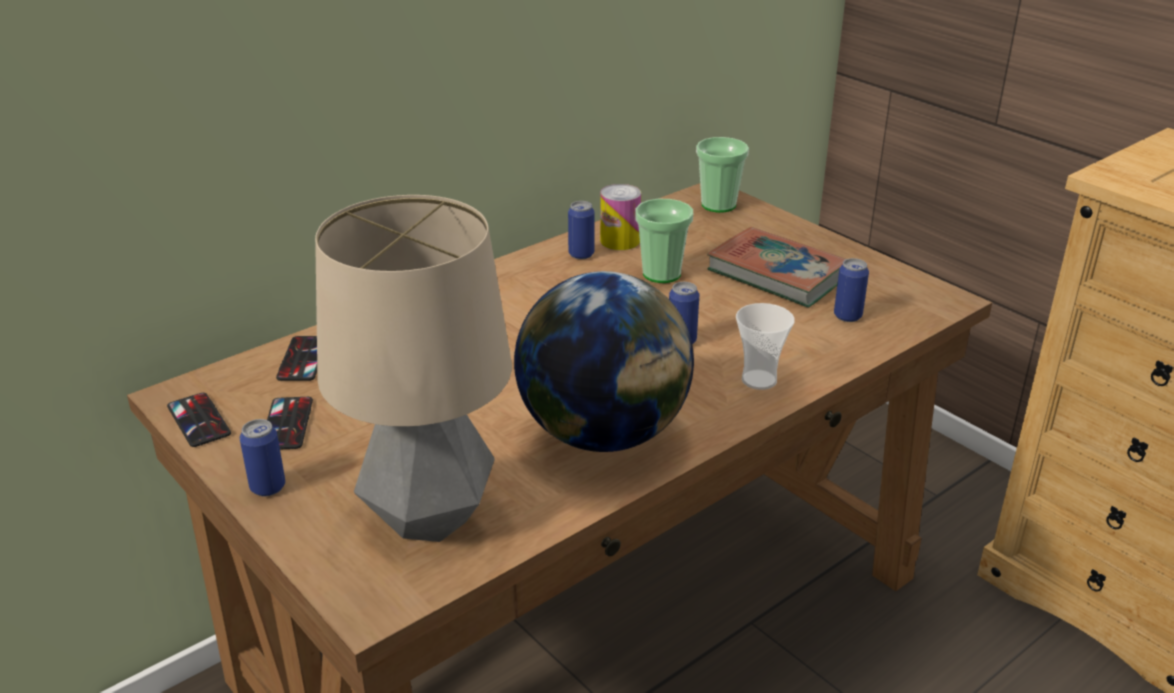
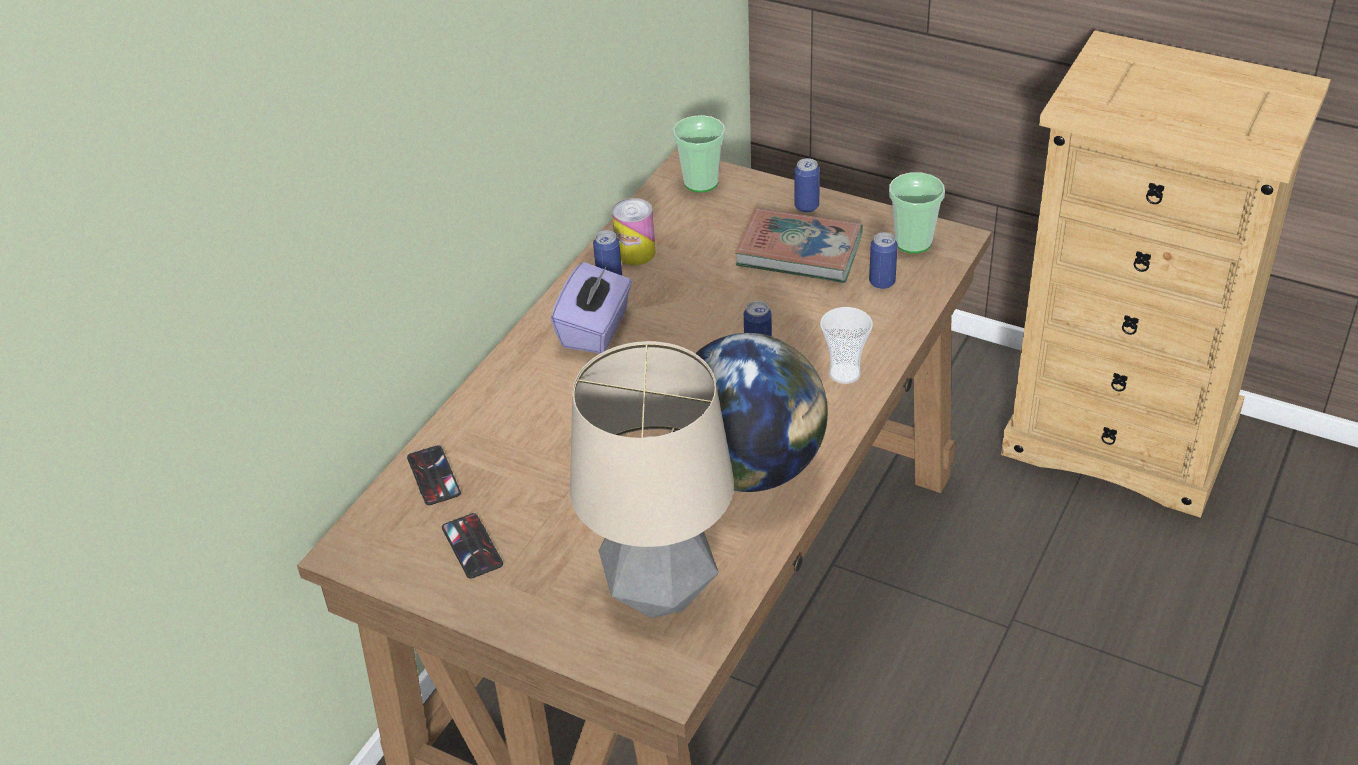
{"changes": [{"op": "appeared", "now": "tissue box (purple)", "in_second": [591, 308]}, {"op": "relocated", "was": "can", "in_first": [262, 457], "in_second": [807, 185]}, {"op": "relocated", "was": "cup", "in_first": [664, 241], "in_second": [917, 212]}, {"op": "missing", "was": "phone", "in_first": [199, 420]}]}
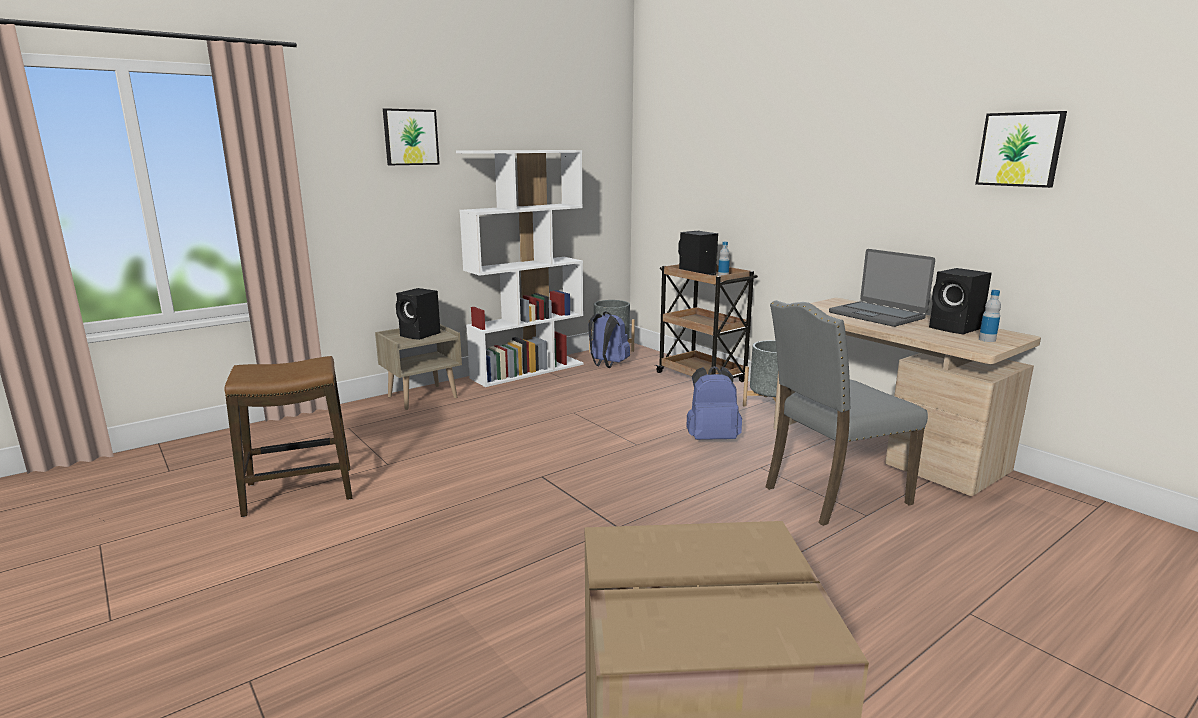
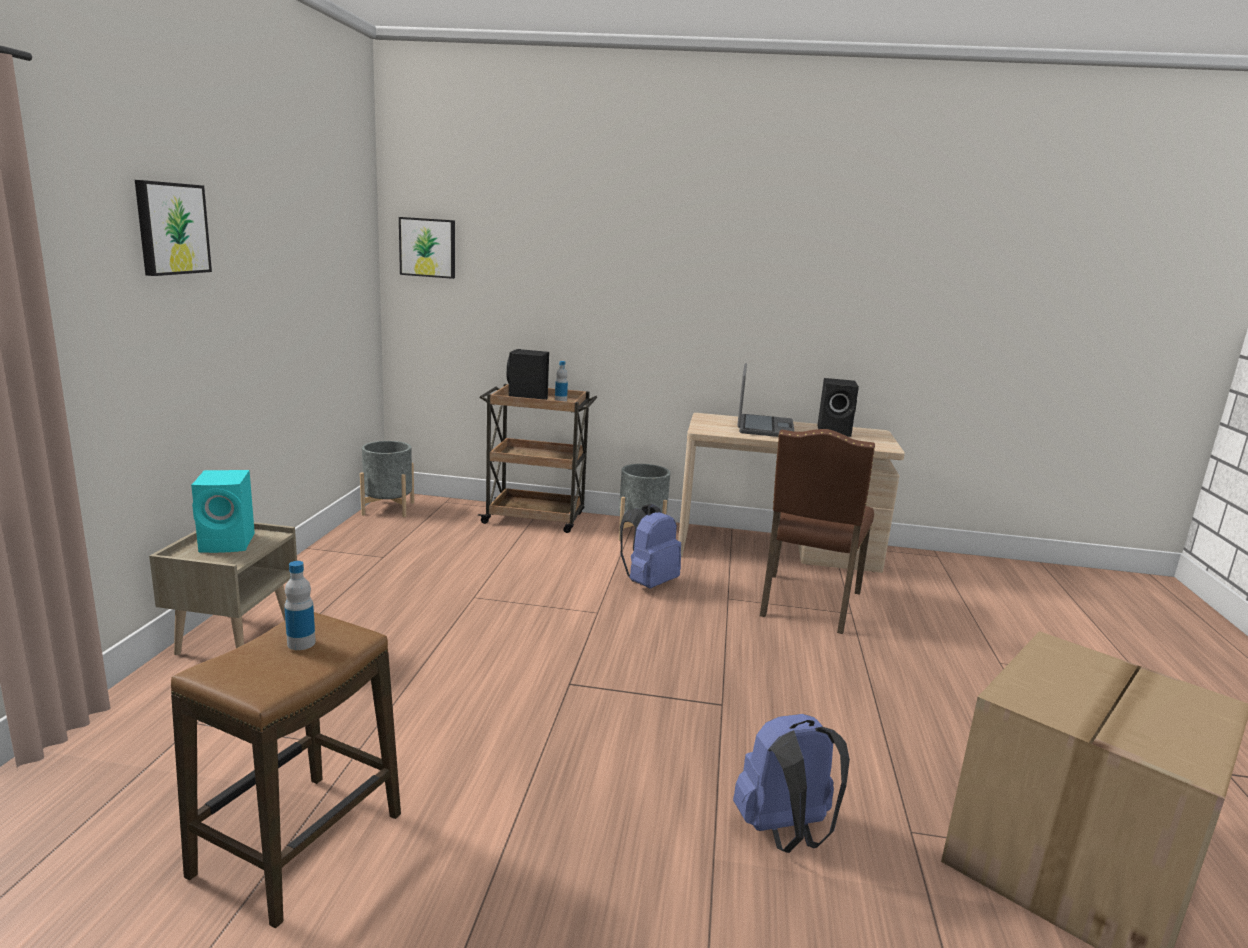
{"changes": [{"op": "colour", "was": "speaker (black)", "now": "speaker (turquoise)", "in_first": [418, 314], "in_second": [223, 511]}, {"op": "relocated", "was": "bottle", "in_first": [990, 316], "in_second": [300, 605]}, {"op": "relocated", "was": "picture", "in_first": [1021, 149], "in_second": [427, 248]}, {"op": "relocated", "was": "backpack (blue)", "in_first": [609, 339], "in_second": [791, 783]}, {"op": "spun", "was": "laptop", "in_first": [882, 288], "in_second": [766, 400], "clockwise": -90}, {"op": "colour", "was": "chair (grey)", "now": "chair (brown)", "in_first": [847, 413], "in_second": [817, 531]}, {"op": "missing", "was": "bookcase (white)", "in_first": [520, 268]}]}
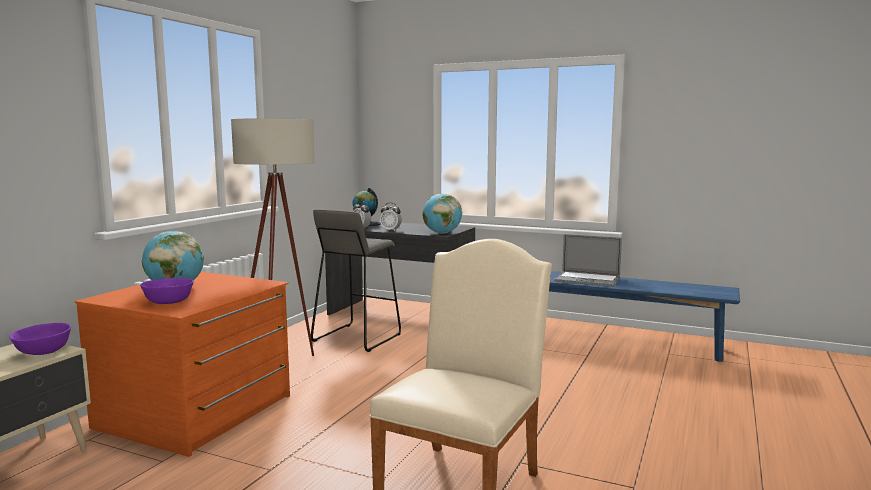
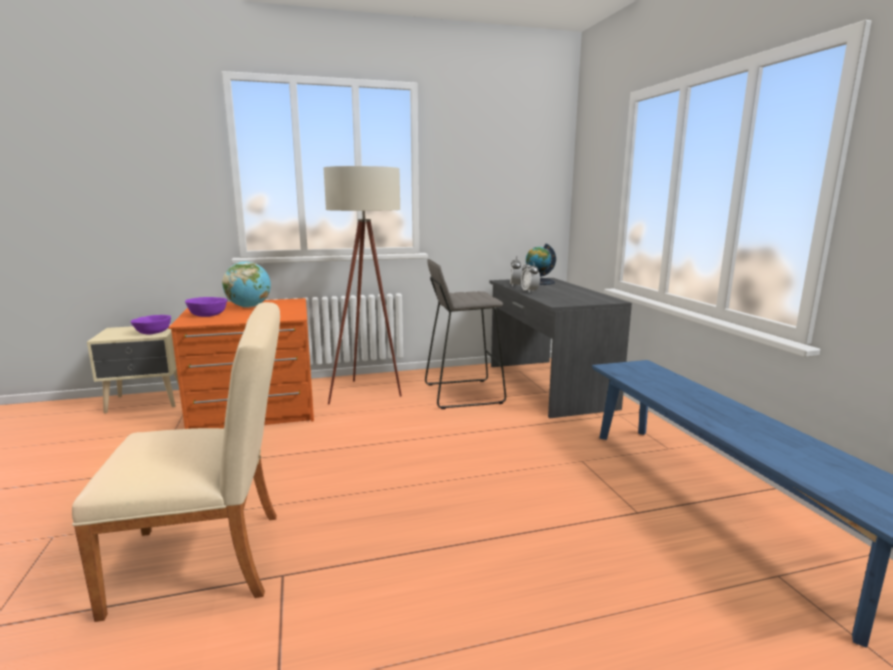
{"changes": [{"op": "missing", "was": "globe", "in_first": [442, 214]}, {"op": "missing", "was": "laptop", "in_first": [588, 260]}]}
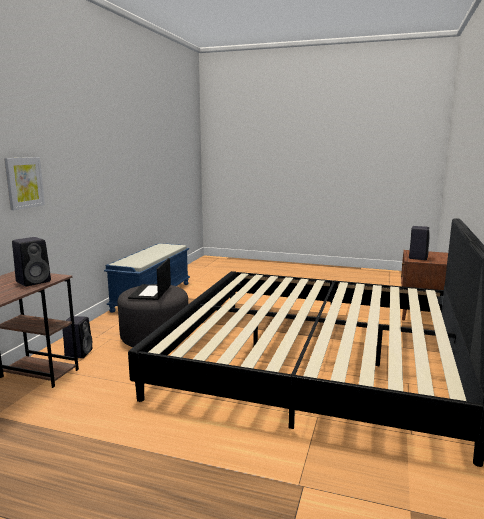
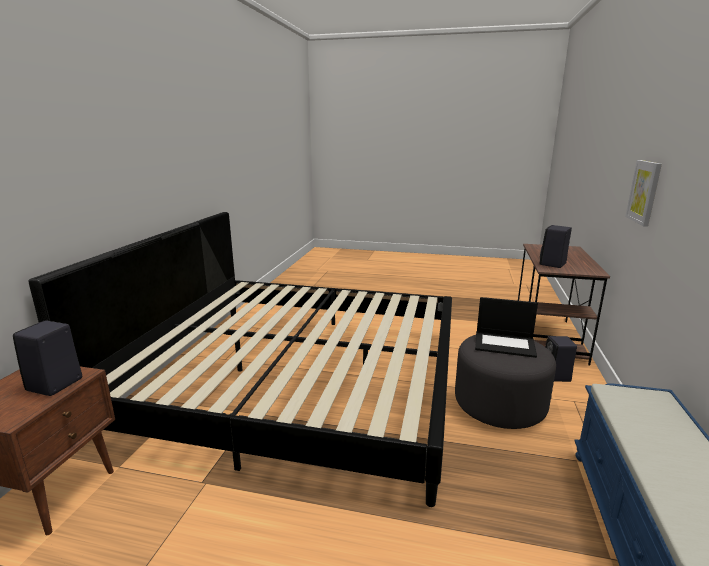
{"changes": [{"op": "spun", "was": "laptop", "in_first": [149, 279], "in_second": [506, 327], "clockwise": 105}]}
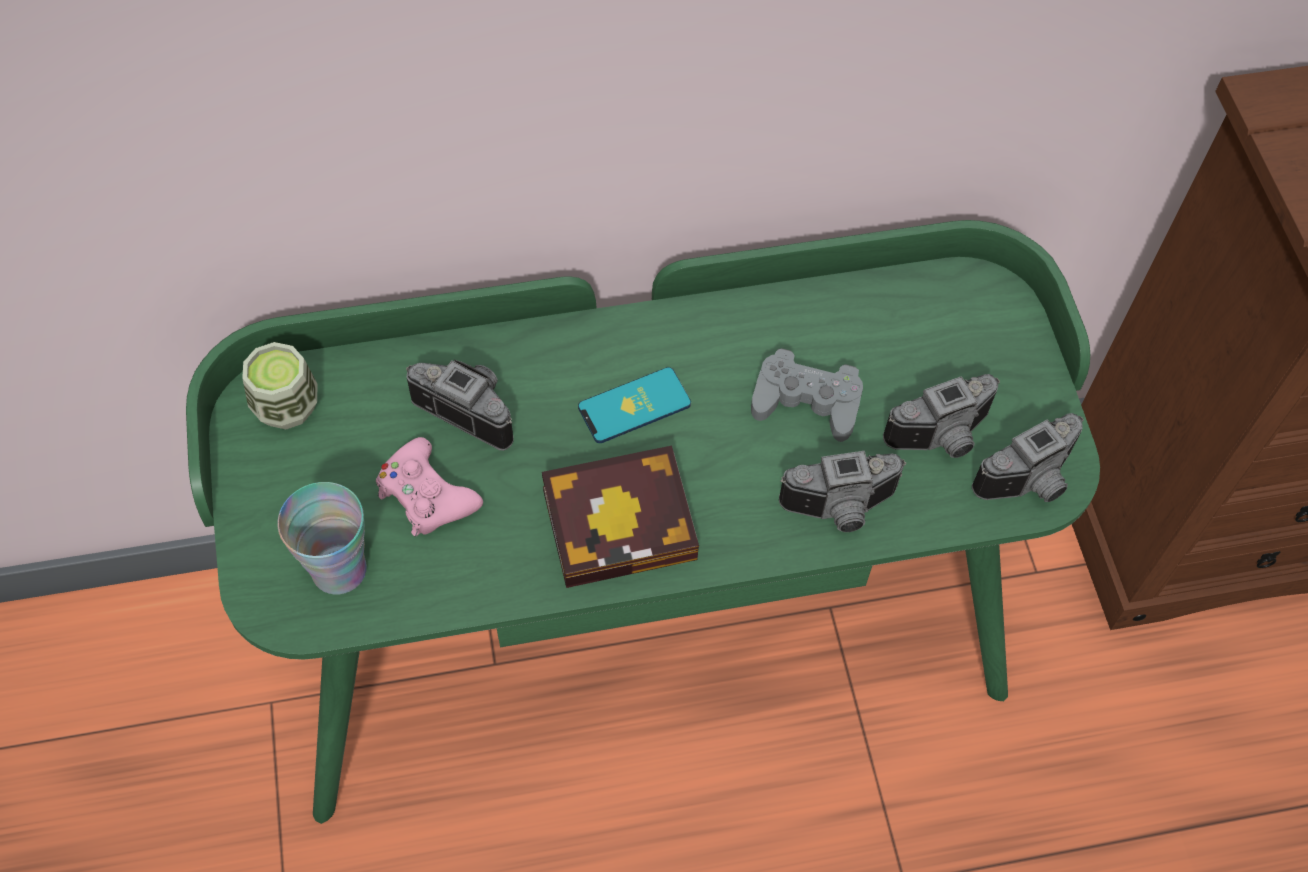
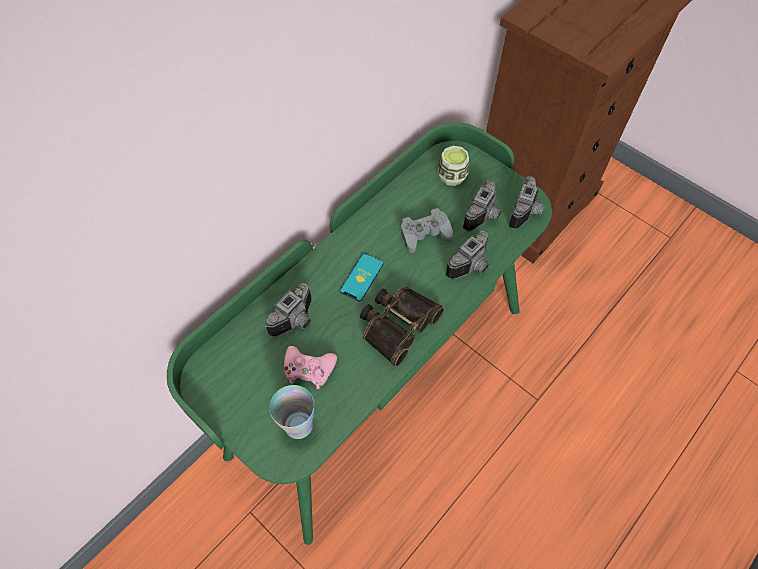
{"changes": [{"op": "spun", "was": "photo camera", "in_first": [459, 405], "in_second": [288, 310], "clockwise": 135}, {"op": "exchanged", "was": "book", "now": "binoculars", "in_first": [620, 517], "in_second": [402, 327]}, {"op": "relocated", "was": "cup", "in_first": [280, 385], "in_second": [453, 166]}]}
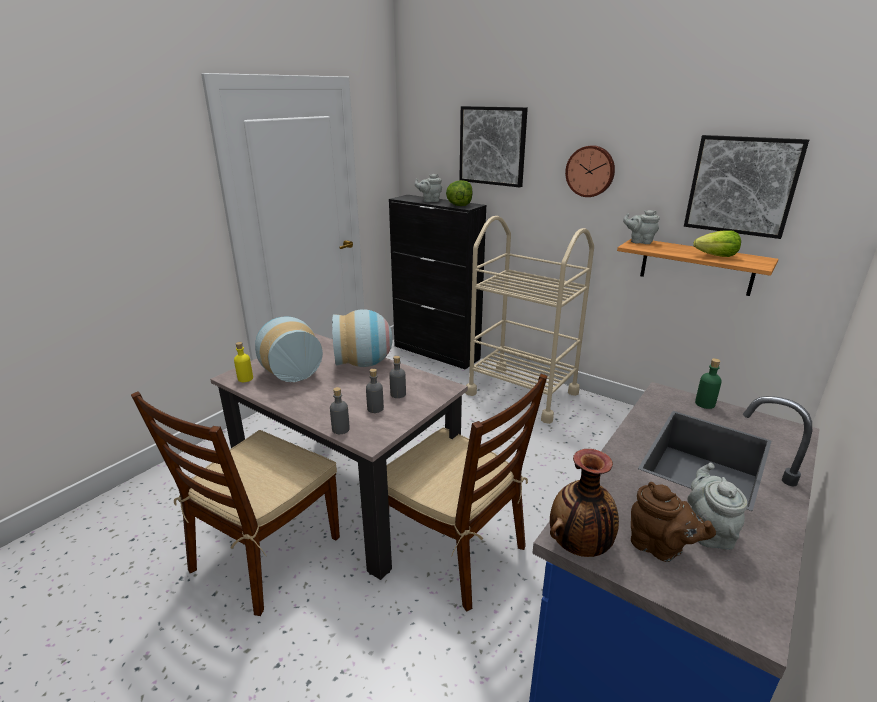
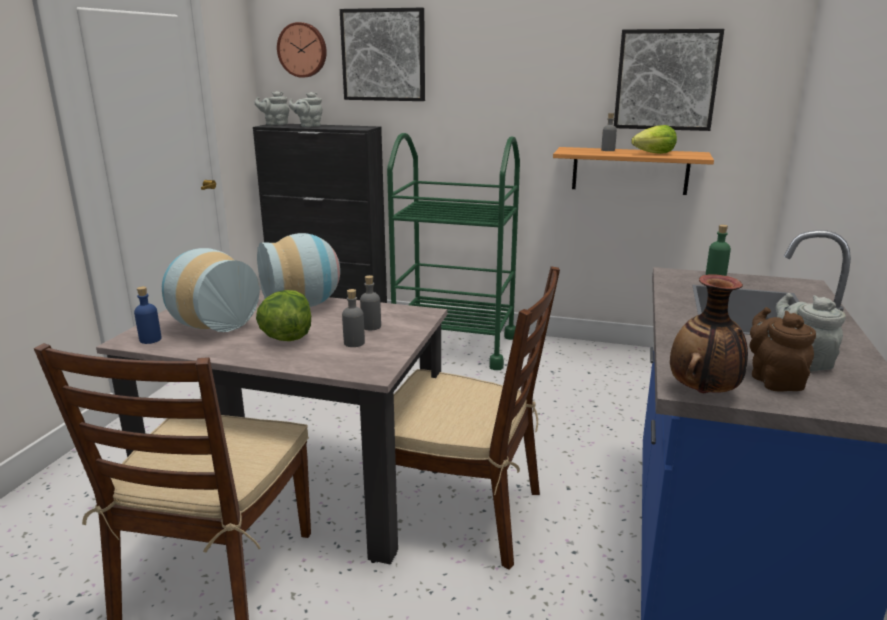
{"changes": [{"op": "colour", "was": "bottle (yellow)", "now": "bottle (blue)", "in_first": [243, 362], "in_second": [148, 315]}, {"op": "relocated", "was": "teapot (grey)", "in_first": [641, 227], "in_second": [272, 108]}, {"op": "relocated", "was": "lettuce", "in_first": [459, 193], "in_second": [283, 315]}, {"op": "relocated", "was": "wall clock", "in_first": [590, 171], "in_second": [302, 50]}, {"op": "colour", "was": "cart (beige)", "now": "cart (green)", "in_first": [529, 320], "in_second": [453, 251]}, {"op": "relocated", "was": "bottle (grey)", "in_first": [340, 410], "in_second": [609, 132]}, {"op": "spun", "was": "teapot (brown)", "in_first": [673, 522], "in_second": [783, 349], "clockwise": -120}]}
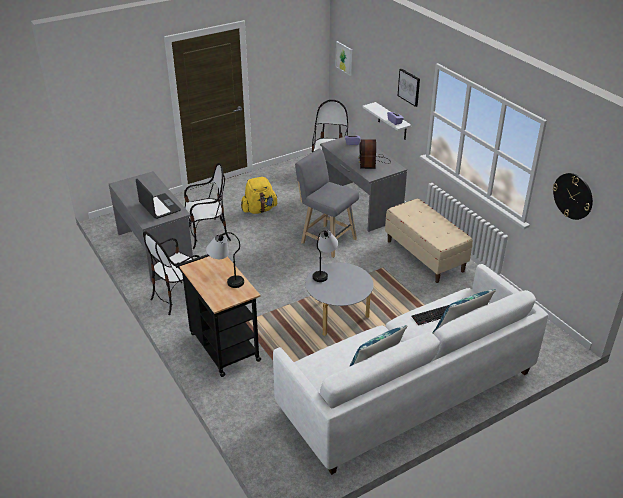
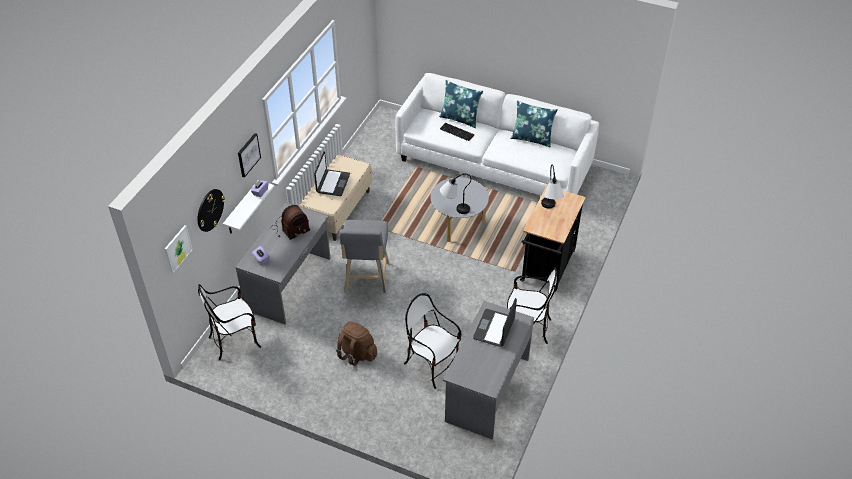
{"changes": [{"op": "relocated", "was": "wall clock", "in_first": [573, 196], "in_second": [211, 210]}, {"op": "appeared", "now": "laptop", "in_second": [332, 173]}, {"op": "colour", "was": "backpack (yellow)", "now": "backpack (brown)", "in_first": [259, 195], "in_second": [356, 343]}]}
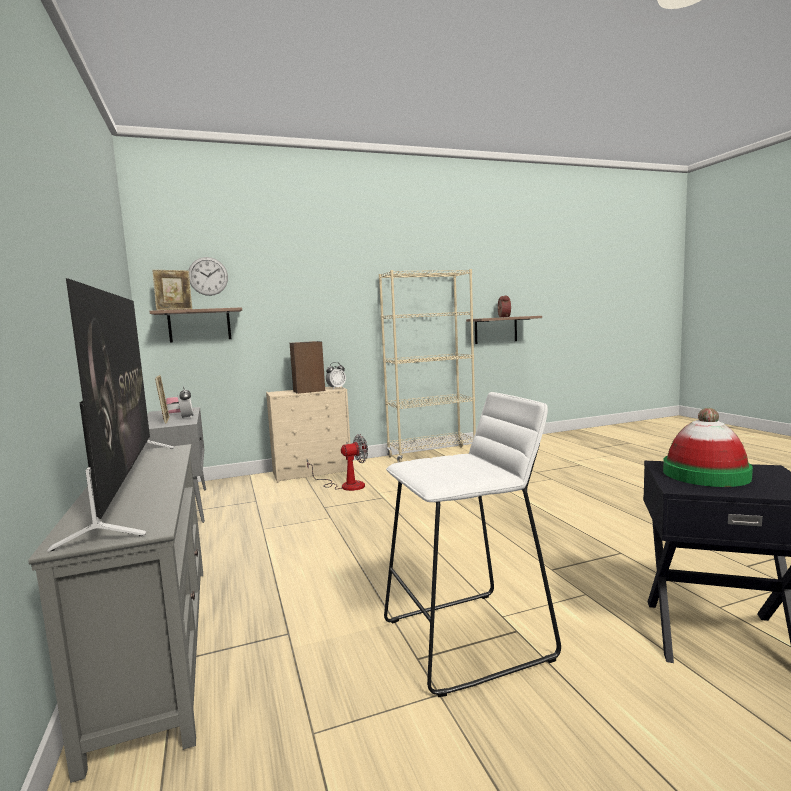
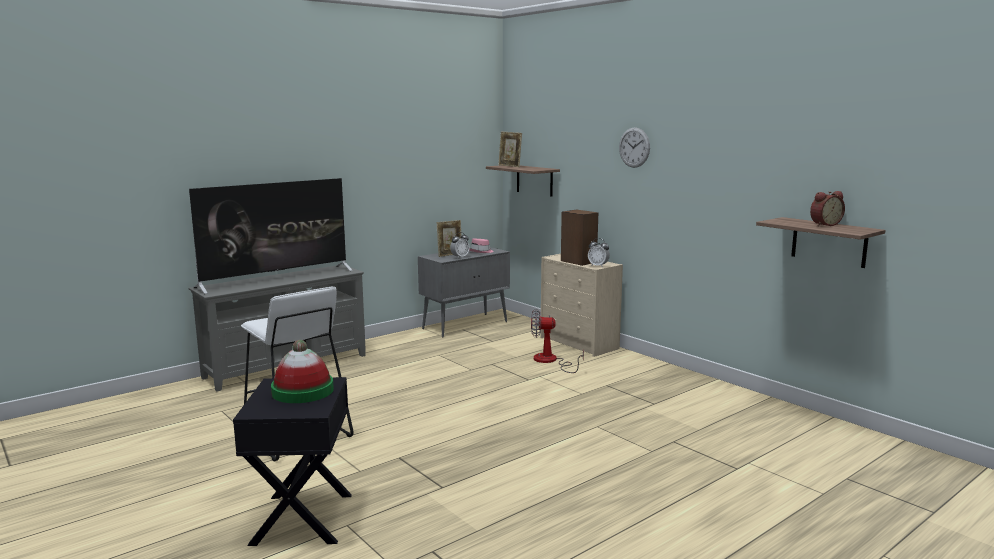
{"changes": [{"op": "spun", "was": "fan", "in_first": [337, 462], "in_second": [557, 341], "clockwise": 135}, {"op": "relocated", "was": "wall clock", "in_first": [208, 276], "in_second": [634, 147]}, {"op": "missing", "was": "bookcase (beige)", "in_first": [427, 366]}]}
